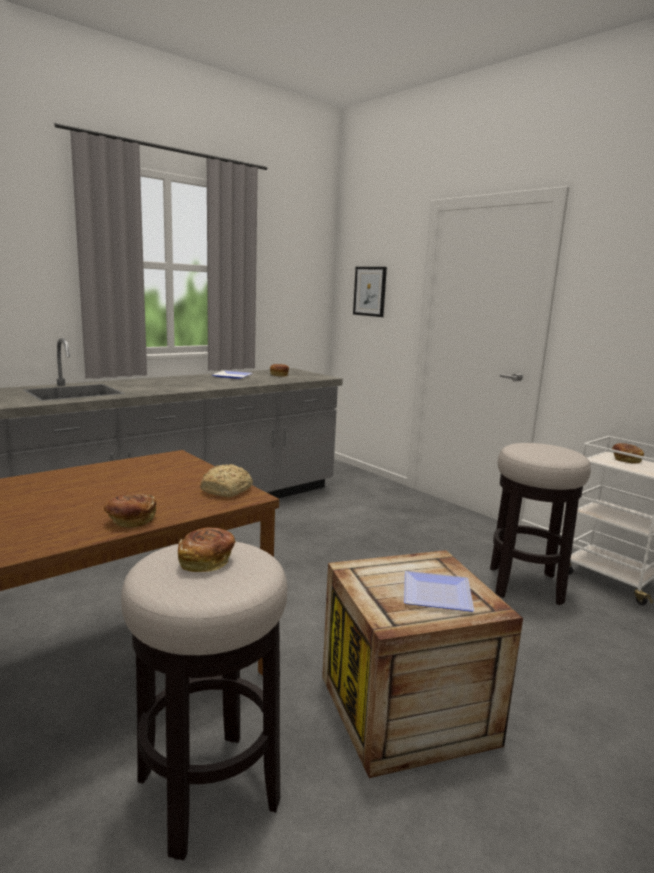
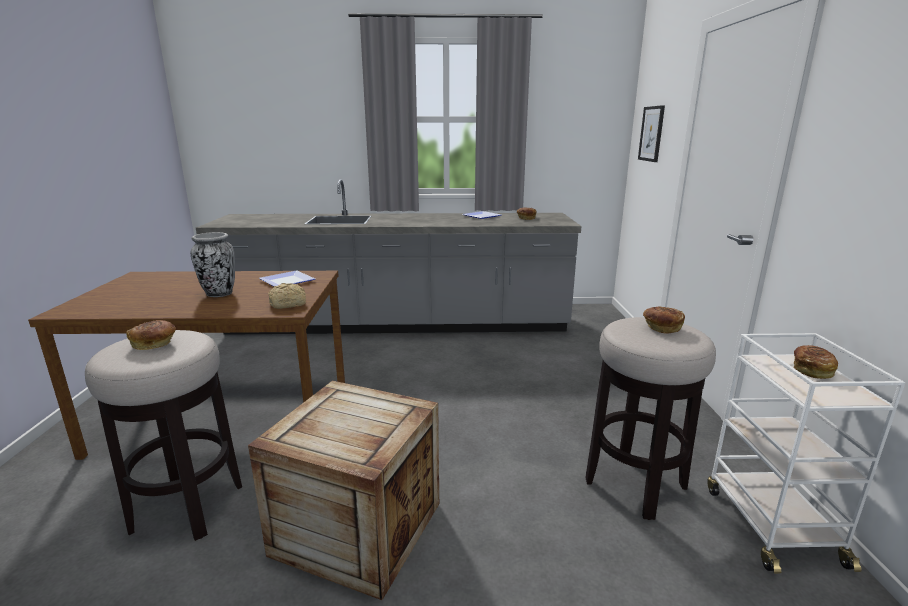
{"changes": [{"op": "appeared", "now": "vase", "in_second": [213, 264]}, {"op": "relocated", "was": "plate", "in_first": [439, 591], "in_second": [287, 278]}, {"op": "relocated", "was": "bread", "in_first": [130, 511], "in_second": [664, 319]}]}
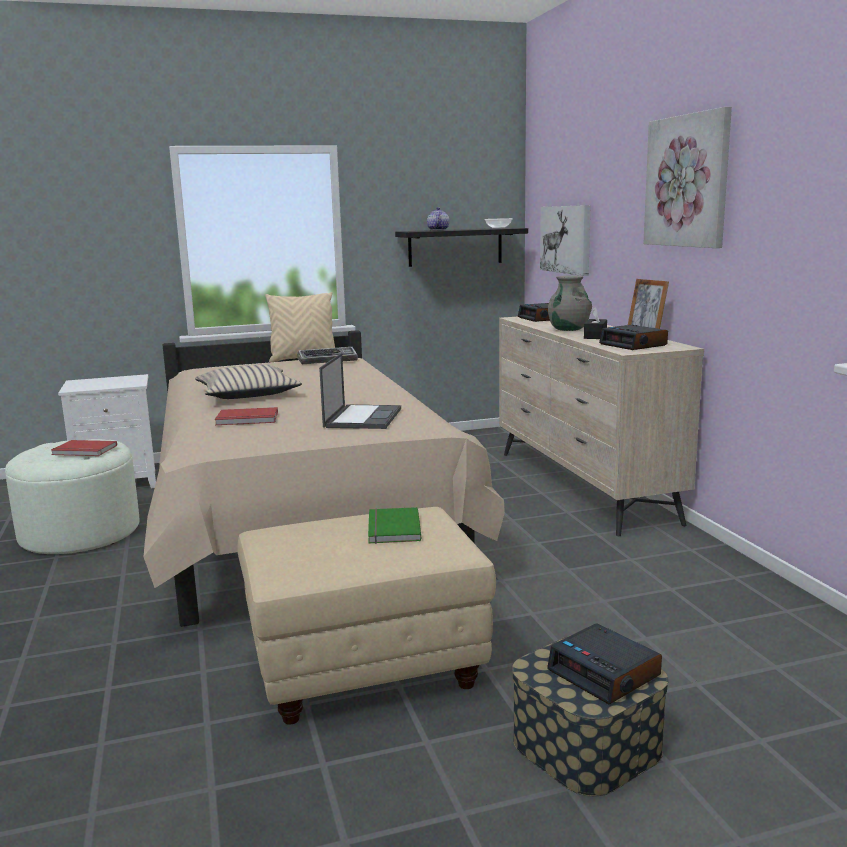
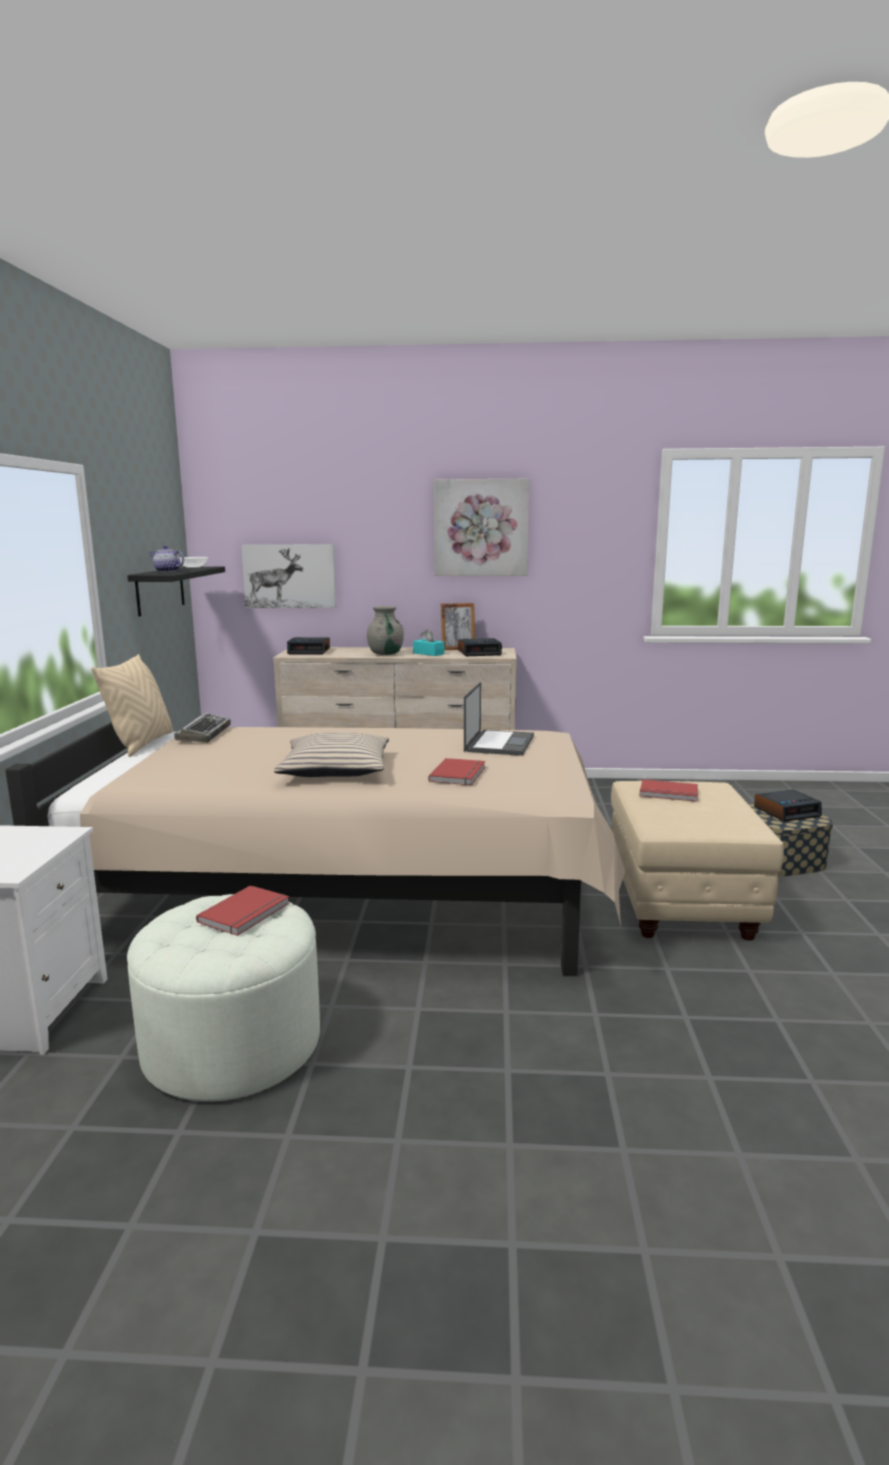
{"changes": [{"op": "colour", "was": "tissue box (black)", "now": "tissue box (turquoise)", "in_first": [595, 323], "in_second": [428, 642]}, {"op": "spun", "was": "laptop", "in_first": [360, 391], "in_second": [499, 719], "clockwise": 75}, {"op": "colour", "was": "book (green)", "now": "book (red)", "in_first": [394, 525], "in_second": [669, 790]}]}
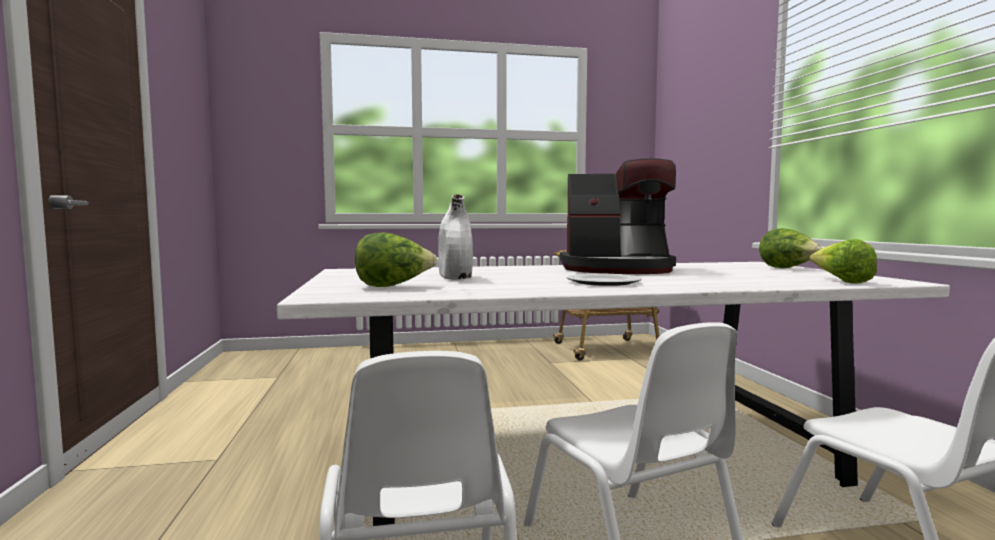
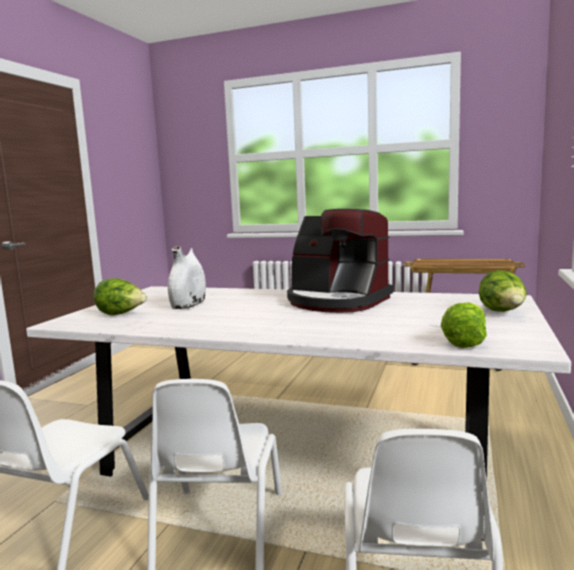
{"changes": [{"op": "missing", "was": "plate", "in_first": [604, 279]}]}
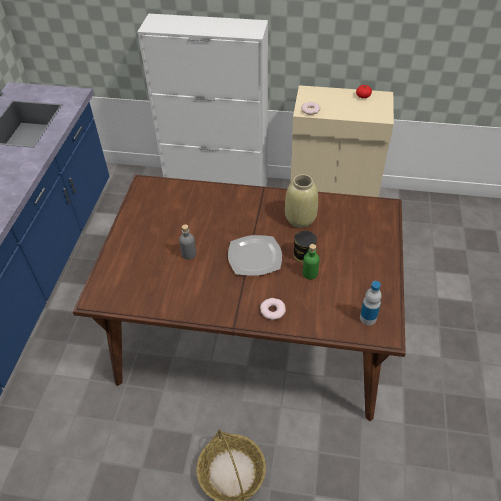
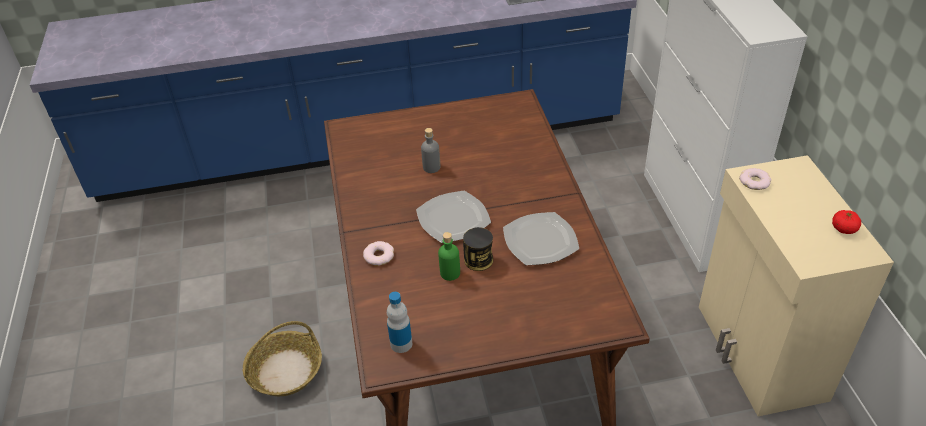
{"changes": [{"op": "exchanged", "was": "vase (beige)", "now": "plate", "in_first": [301, 201], "in_second": [541, 238]}]}
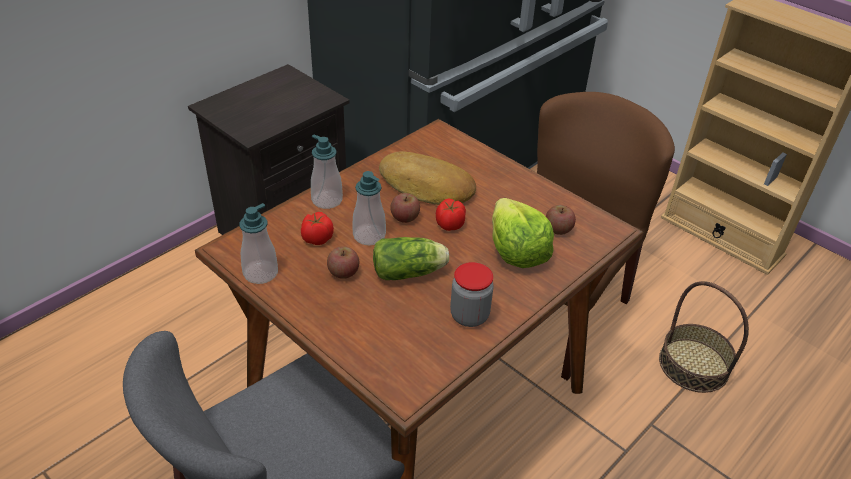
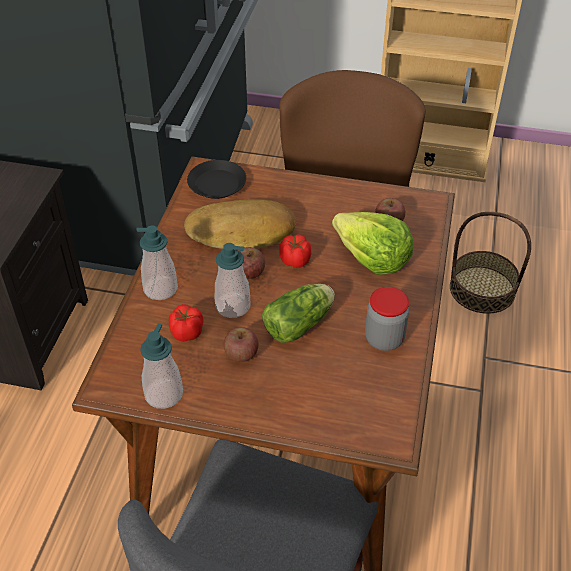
{"changes": [{"op": "appeared", "now": "plate (black)", "in_second": [216, 179]}]}
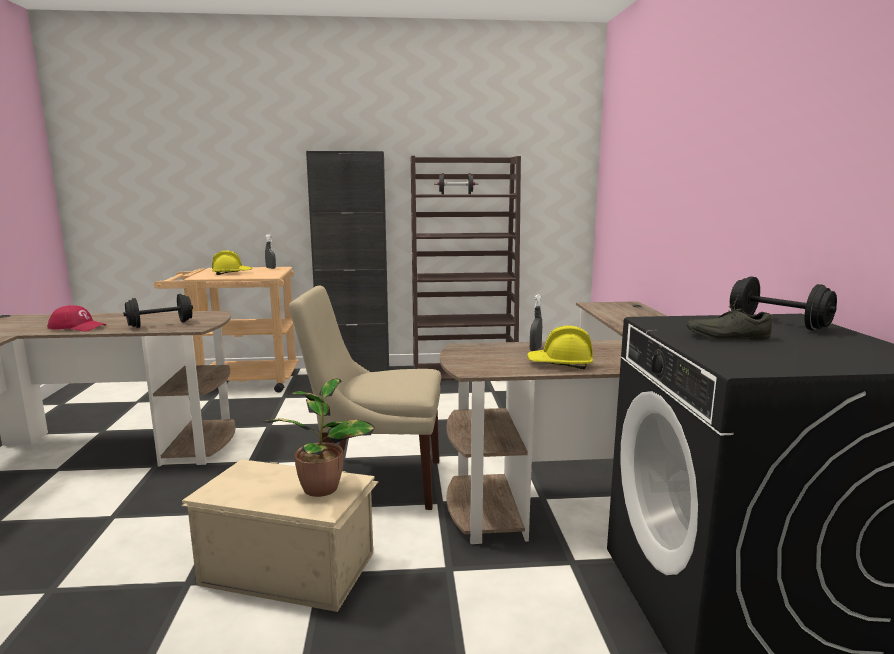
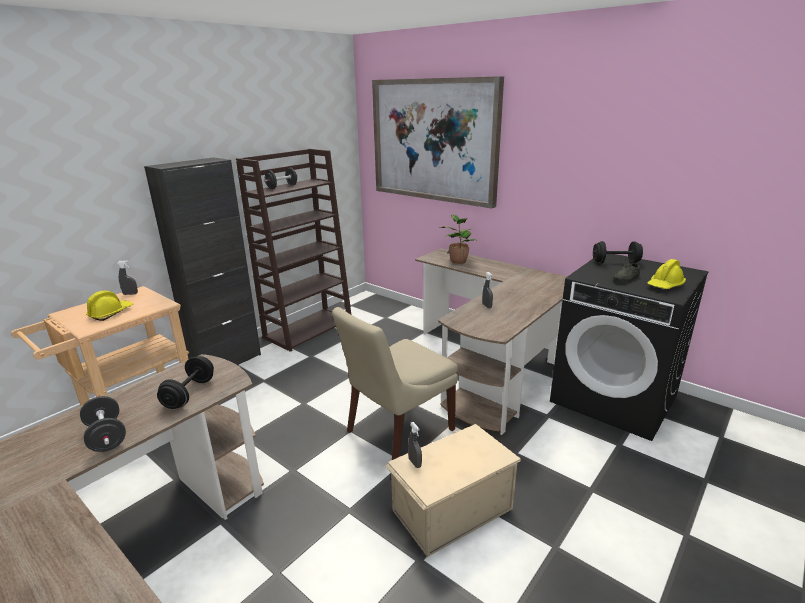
{"changes": [{"op": "exchanged", "was": "cap (red)", "now": "dumbbell (black)", "in_first": [76, 318], "in_second": [103, 424]}, {"op": "appeared", "now": "picture", "in_second": [438, 142]}, {"op": "appeared", "now": "spray bottle (grey)", "in_second": [415, 445]}, {"op": "relocated", "was": "potted plant", "in_first": [318, 437], "in_second": [458, 239]}, {"op": "relocated", "was": "hard hat (yellow)", "in_first": [560, 347], "in_second": [666, 274]}]}
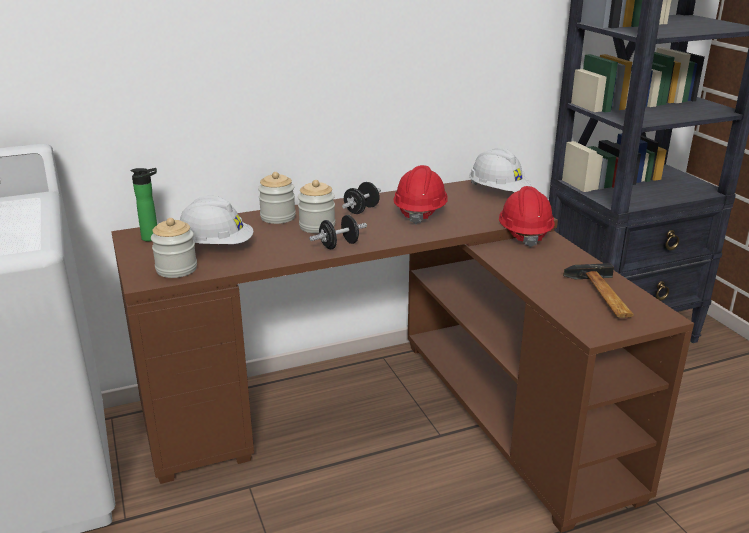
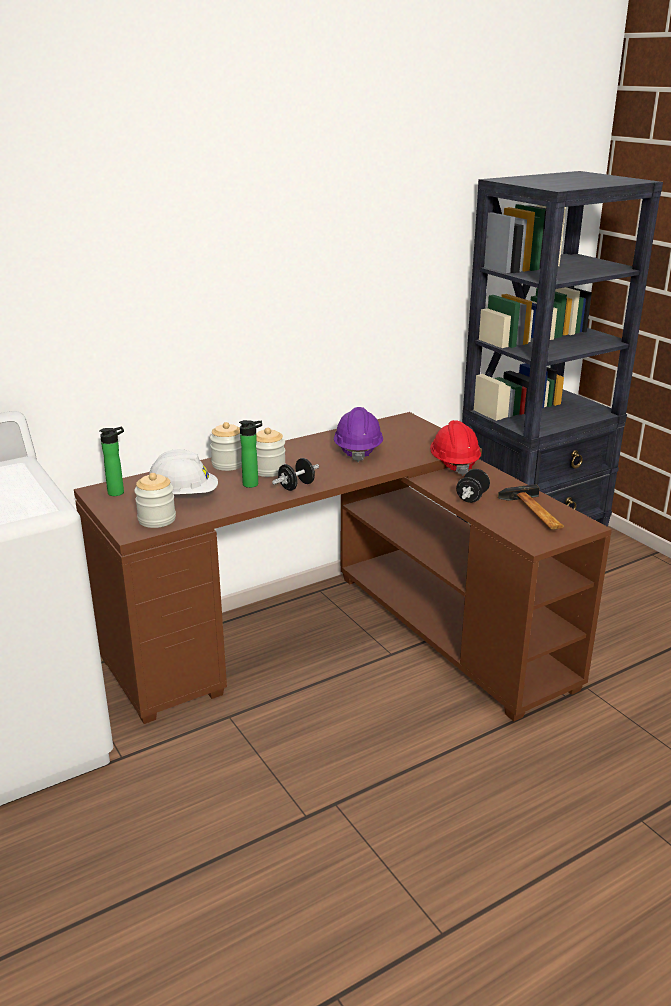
{"changes": [{"op": "appeared", "now": "bottle", "in_second": [250, 454]}, {"op": "colour", "was": "hard hat (red)", "now": "hard hat (purple)", "in_first": [420, 195], "in_second": [358, 434]}, {"op": "relocated", "was": "dumbbell (black)", "in_first": [361, 198], "in_second": [473, 486]}, {"op": "missing", "was": "hard hat (white)", "in_first": [500, 169]}]}
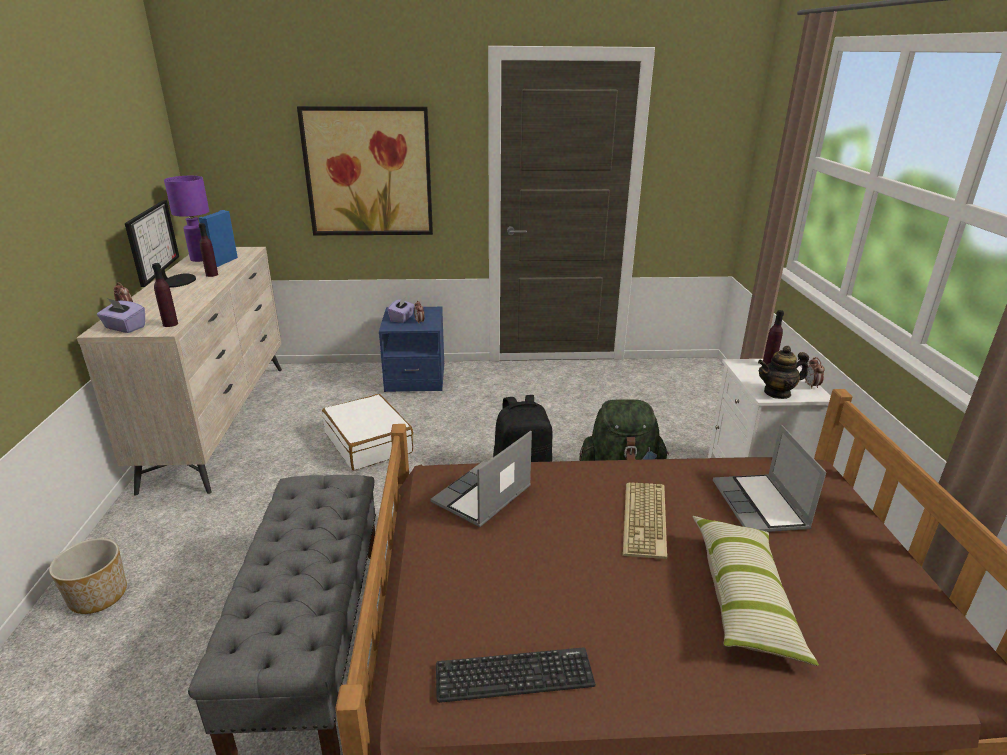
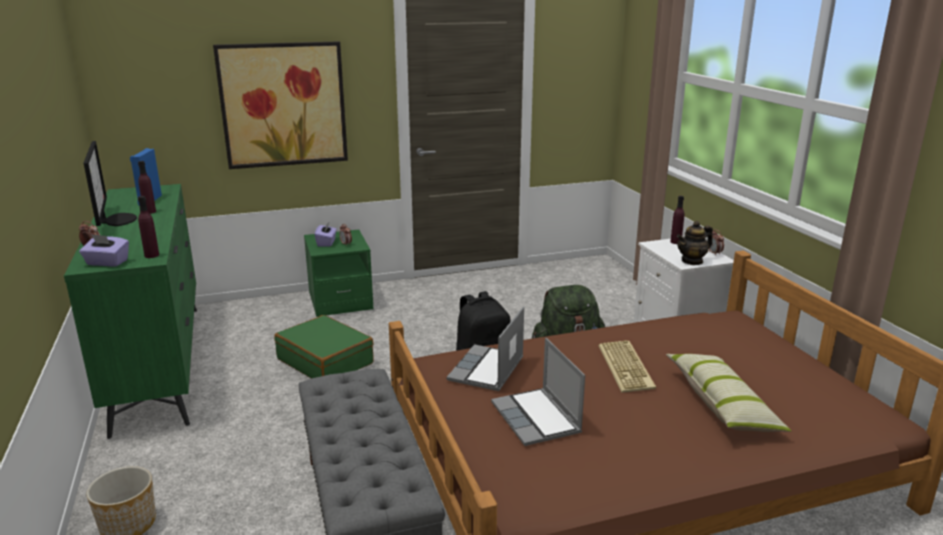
{"changes": [{"op": "colour", "was": "dresser (beige)", "now": "dresser (green)", "in_first": [179, 371], "in_second": [130, 311]}, {"op": "colour", "was": "suitcase (white)", "now": "suitcase (green)", "in_first": [367, 432], "in_second": [324, 347]}, {"op": "colour", "was": "nightstand (blue)", "now": "nightstand (green)", "in_first": [411, 349], "in_second": [338, 273]}, {"op": "relocated", "was": "laptop", "in_first": [769, 478], "in_second": [538, 392]}, {"op": "missing", "was": "table lamp (purple)", "in_first": [186, 219]}, {"op": "missing", "was": "keyboard", "in_first": [516, 675]}]}
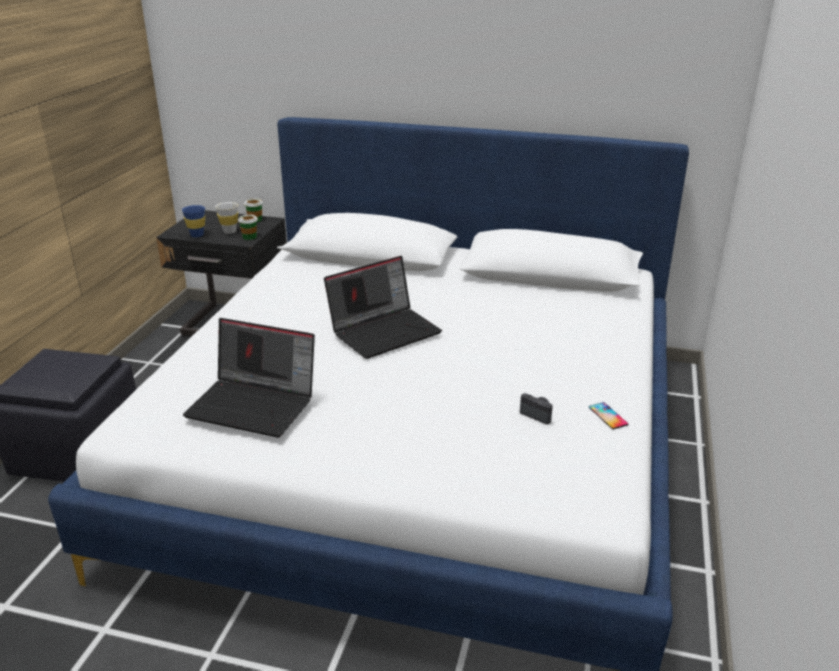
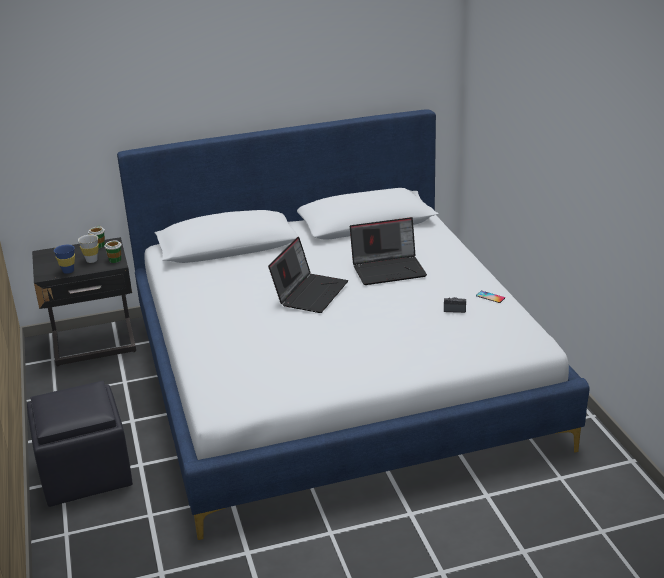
{"changes": [{"op": "relocated", "was": "laptop", "in_first": [249, 378], "in_second": [388, 251]}]}
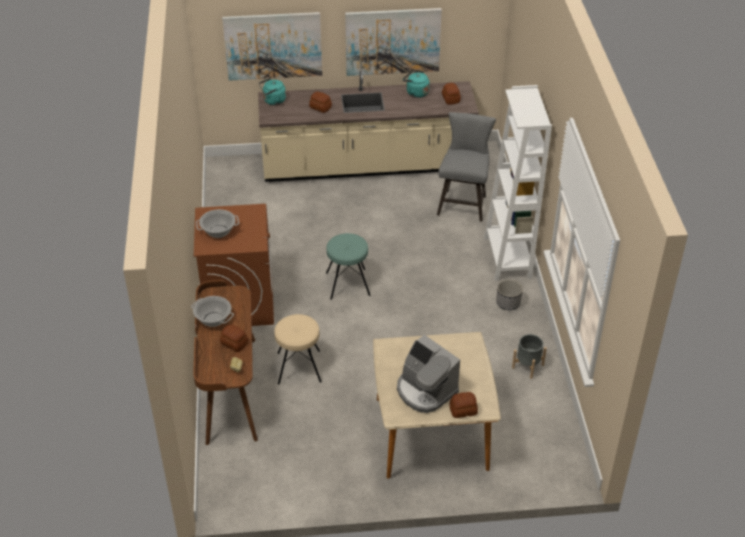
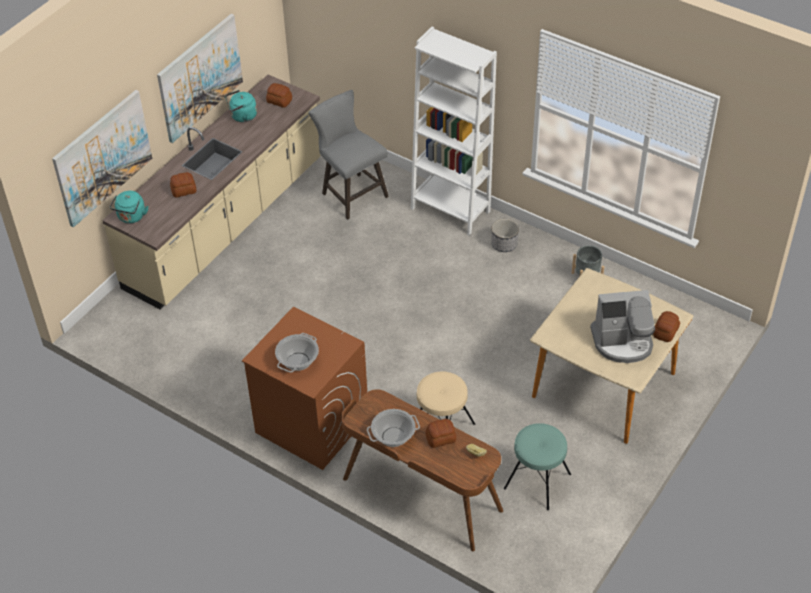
{"changes": [{"op": "relocated", "was": "stool (turquoise)", "in_first": [348, 266], "in_second": [537, 466]}]}
